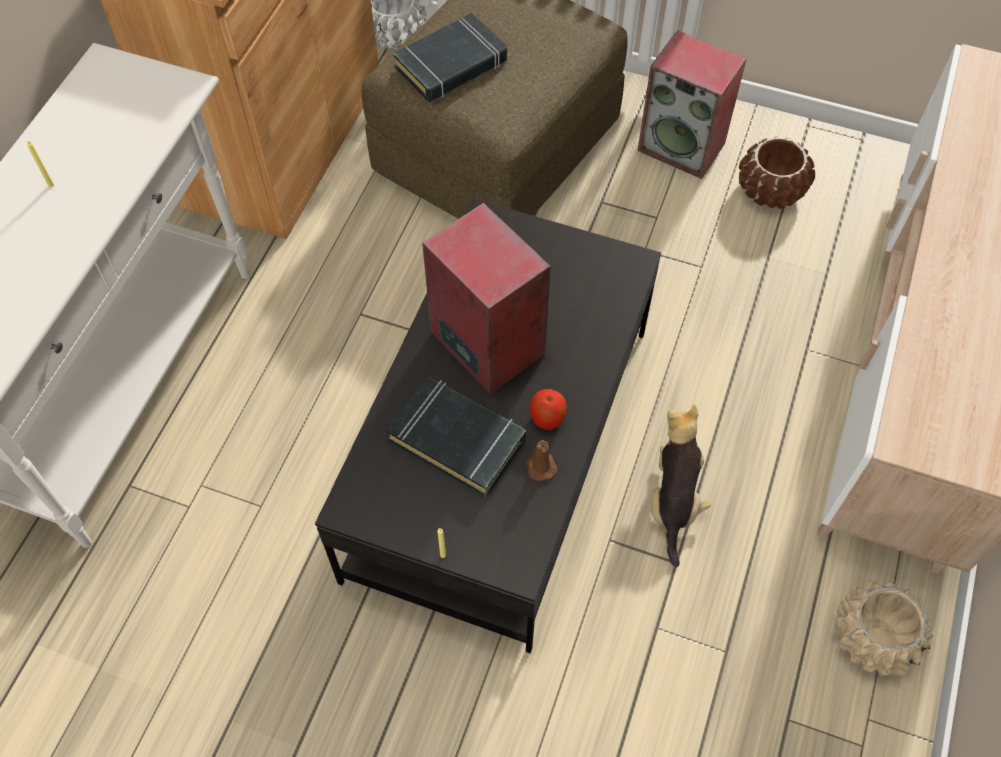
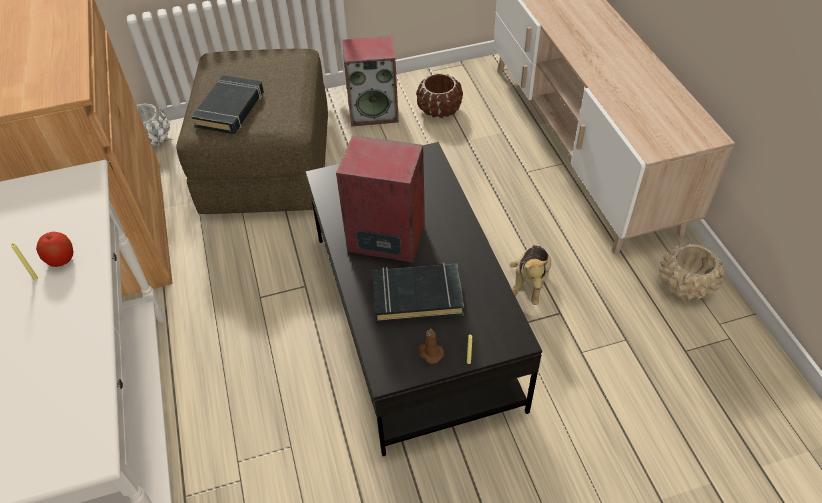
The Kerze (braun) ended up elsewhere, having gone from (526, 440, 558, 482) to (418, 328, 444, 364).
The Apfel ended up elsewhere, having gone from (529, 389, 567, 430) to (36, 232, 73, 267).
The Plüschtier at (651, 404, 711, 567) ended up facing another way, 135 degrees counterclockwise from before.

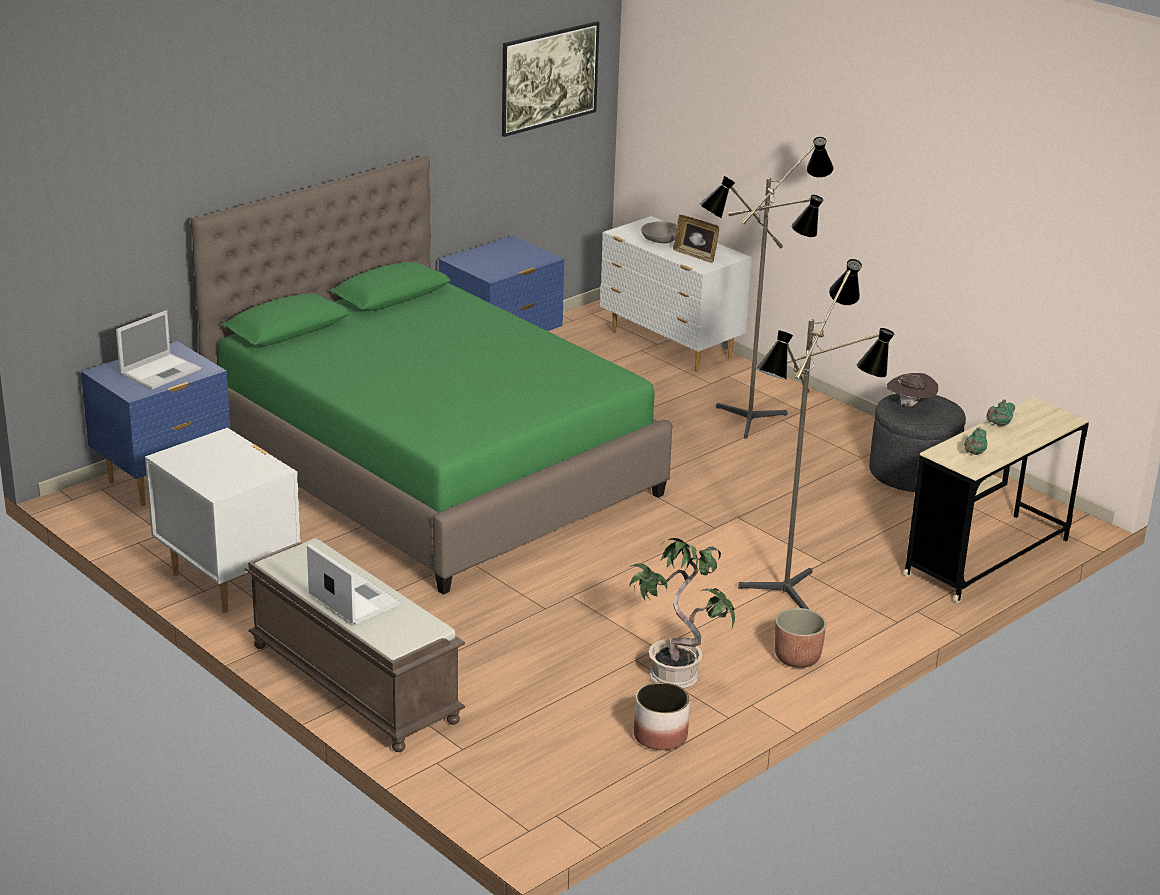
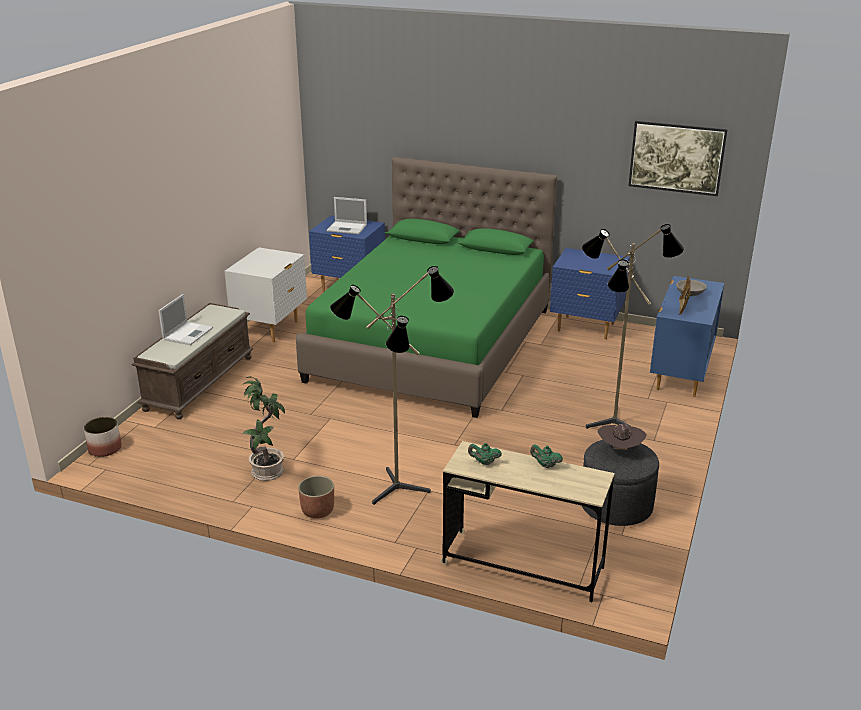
What was the Kommode (weiß) at (600, 216, 752, 372) turned into the Kommode (blau) at (650, 276, 724, 397).
The Pflanzkübel ended up elsewhere, having gone from (634, 682, 690, 750) to (84, 417, 122, 457).

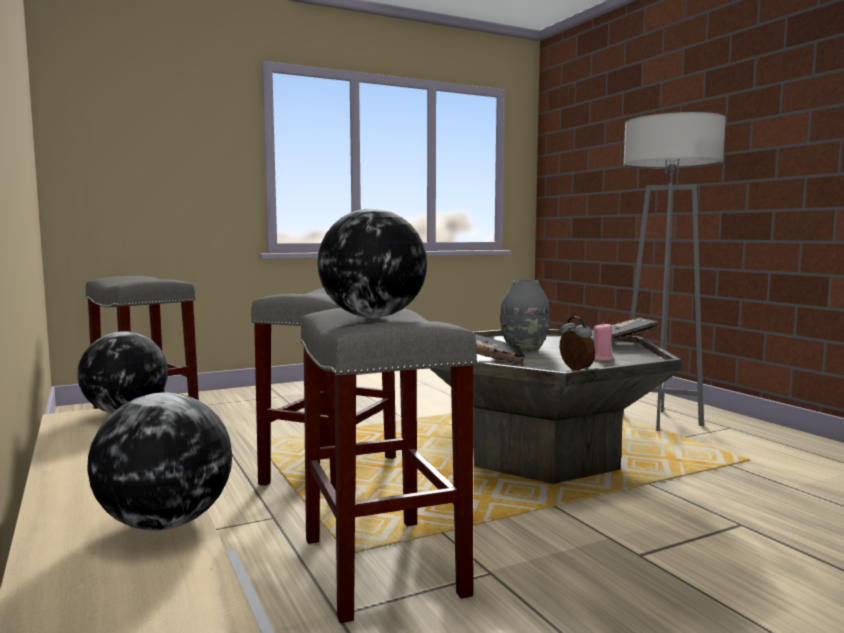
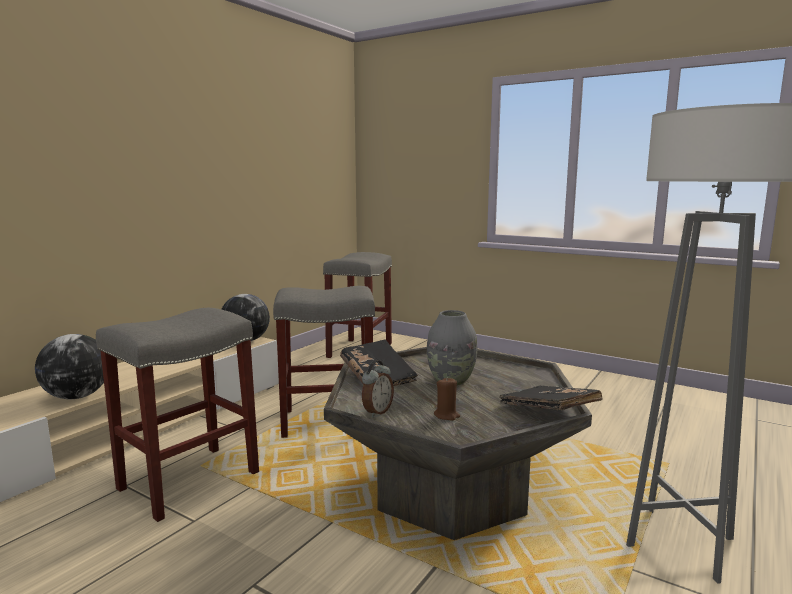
The second view lost the Globus at (318, 208, 427, 318).
What was the Kerze (rosa) at (594, 322, 614, 361) turned into the Kerze (braun) at (434, 377, 460, 420).

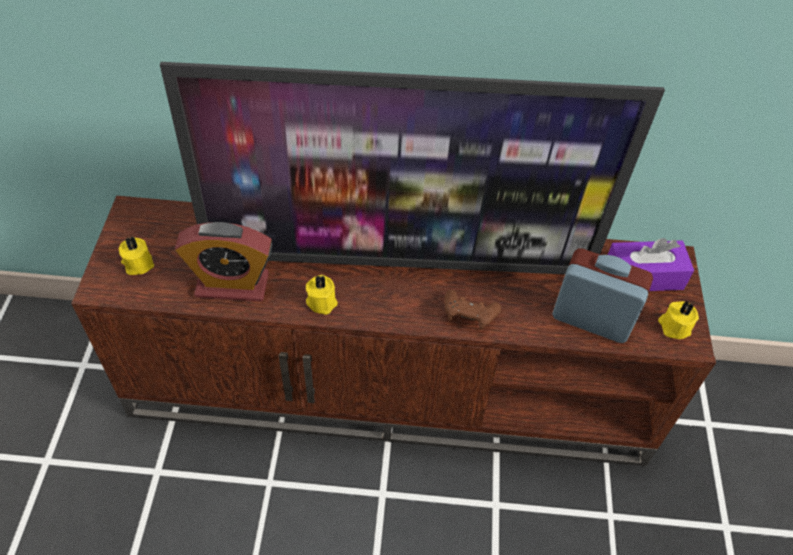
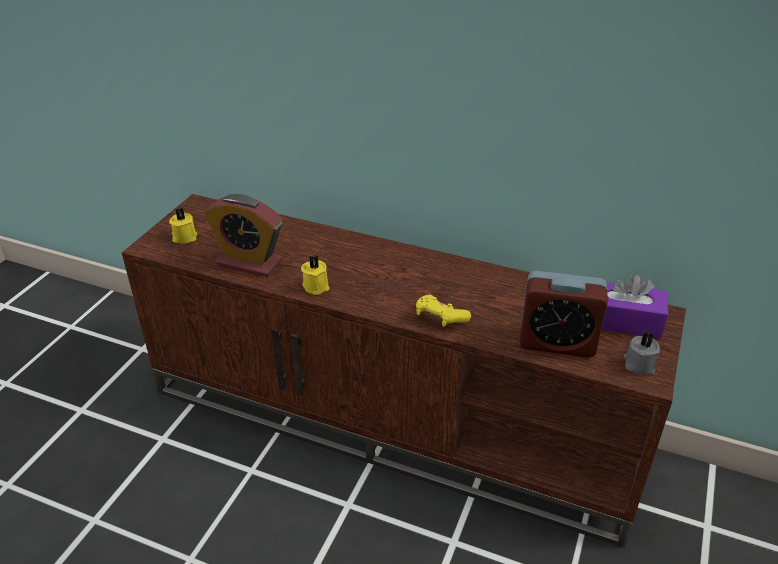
The second view lost the Fernseher at (160, 62, 665, 274).
What was the Gamepad (braun) at (445, 290, 501, 330) turned into the Gamepad (gelb) at (416, 295, 471, 327).
The Wecker at (552, 248, 653, 343) ended up facing another way, 150 degrees clockwise from before.
What was the Kerze (gelb) at (658, 301, 699, 339) turned into the Kerze (grau) at (624, 332, 660, 375).

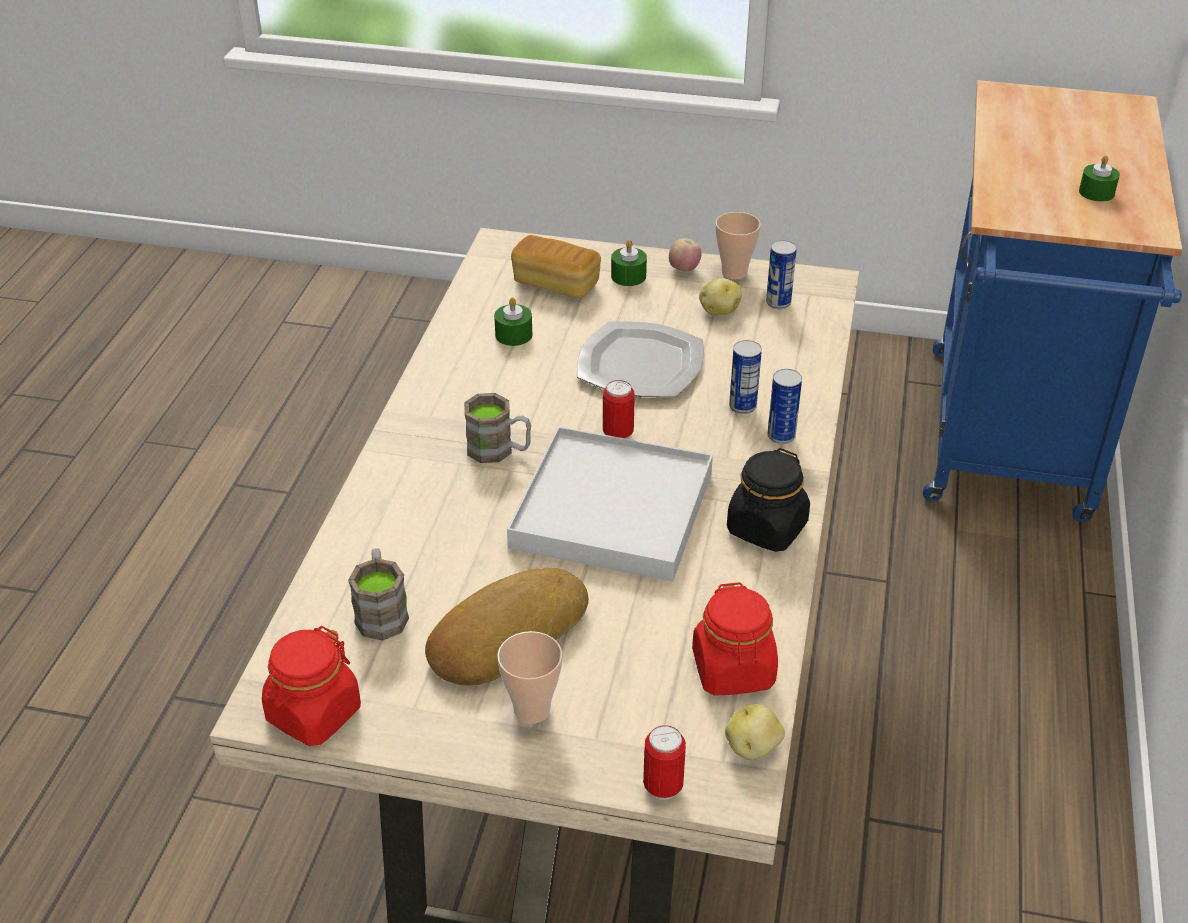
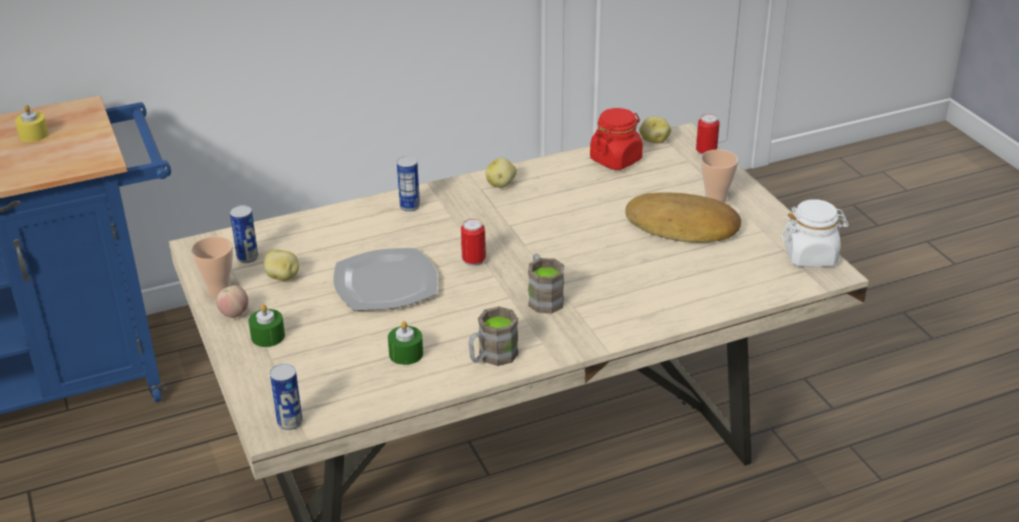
What was the Vorratsglas (rot) at (262, 626, 361, 746) turned into the Vorratsglas (weiß) at (782, 199, 849, 267).
The Henkelbecher (braun) ended up elsewhere, having gone from (348, 548, 409, 640) to (469, 306, 519, 366).
The second view lost the Tablett (weiß) at (507, 426, 713, 582).
The second view lost the Brot at (511, 235, 601, 298).
Where the Vorratsglas (schwarz) stood at (727, 448, 810, 552), the Kartoffel came to stand at (486, 158, 517, 188).
The Dose ended up elsewhere, having gone from (729, 340, 762, 414) to (270, 364, 303, 430).
What was the Kerze (grün) at (1079, 155, 1120, 202) turned into the Kerze (gelb) at (15, 105, 48, 142).

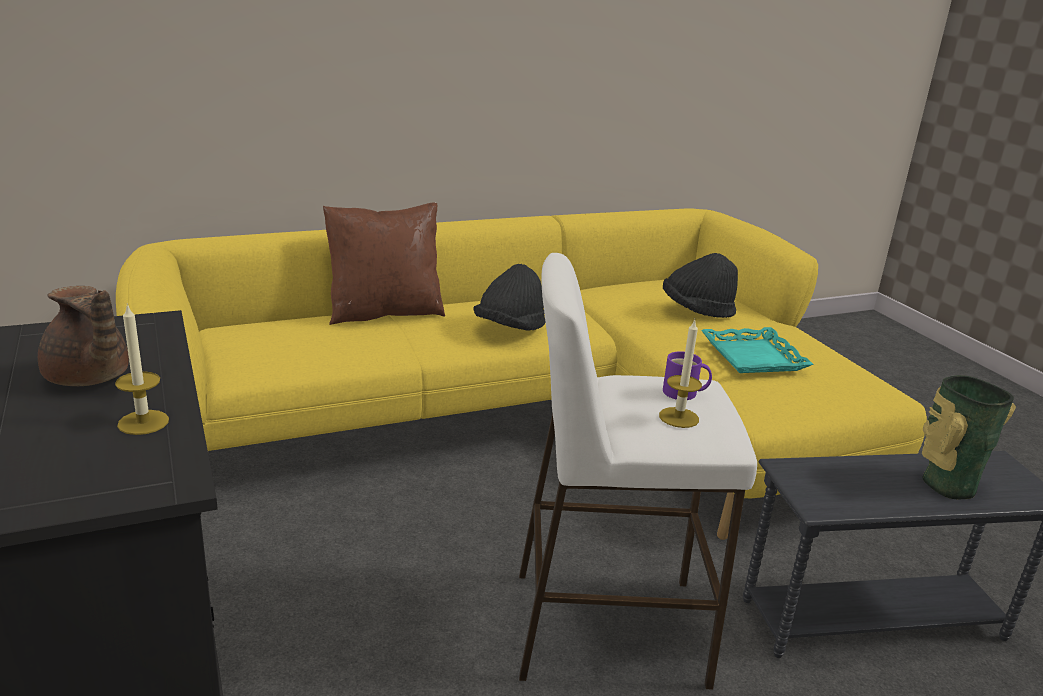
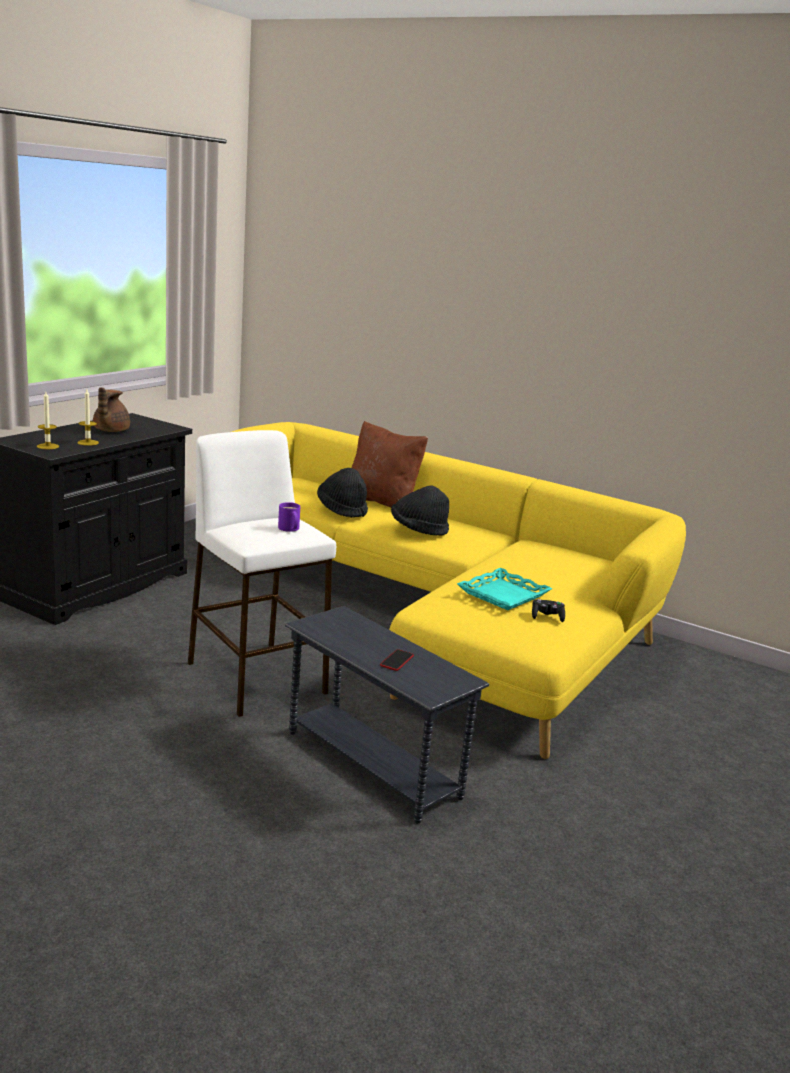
The Kerze ended up elsewhere, having gone from (659, 319, 702, 428) to (37, 392, 59, 449).
The Hut (schwarz) ended up elsewhere, having gone from (663, 253, 738, 318) to (317, 468, 368, 518).
Where the Vase stood at (922, 375, 1016, 500), the Handy came to stand at (380, 649, 414, 671).
The second view gained the Gamepad (schwarz) at (532, 599, 565, 622).

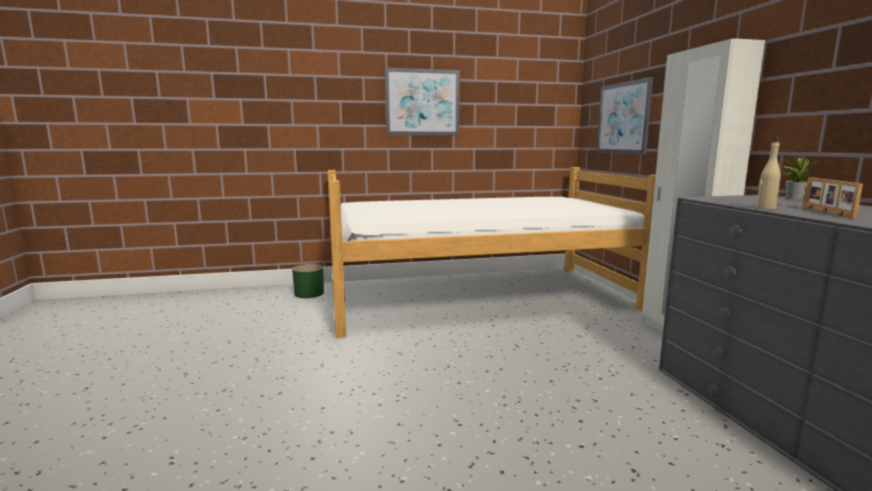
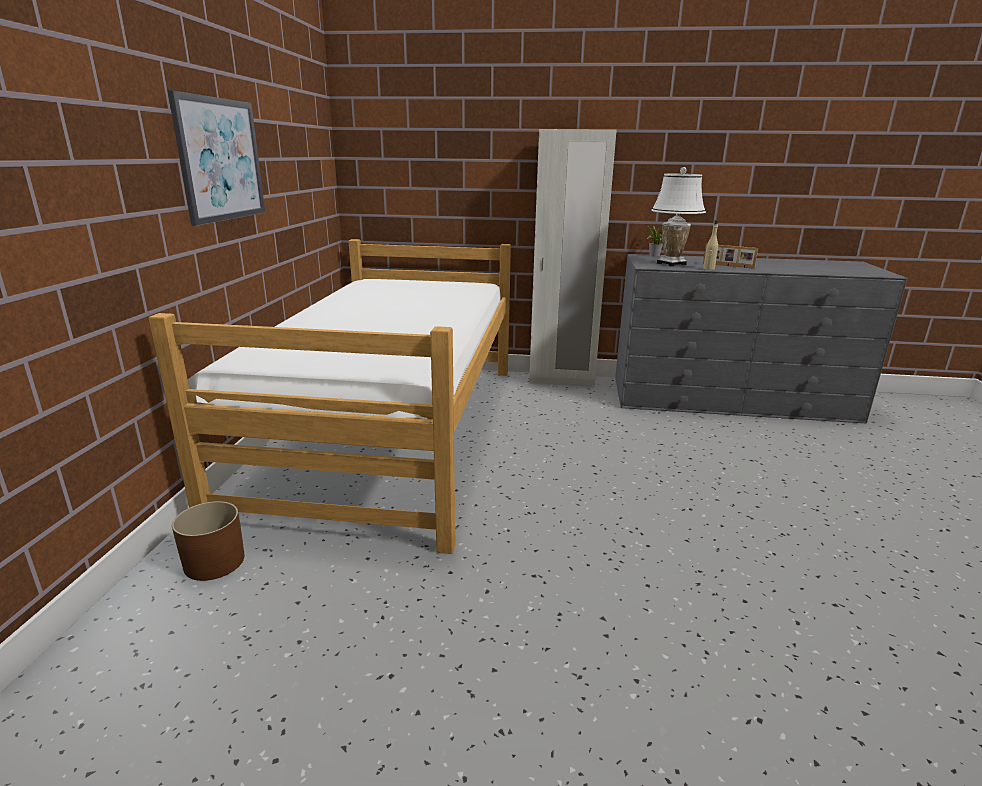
What was the Pflanzkübel (grün) at (292, 264, 324, 298) turned into the Pflanzkübel (braun) at (172, 501, 245, 581).
The second view lost the Bild at (597, 77, 653, 154).
The second view gained the Tischlampe (weiß) at (651, 167, 706, 267).

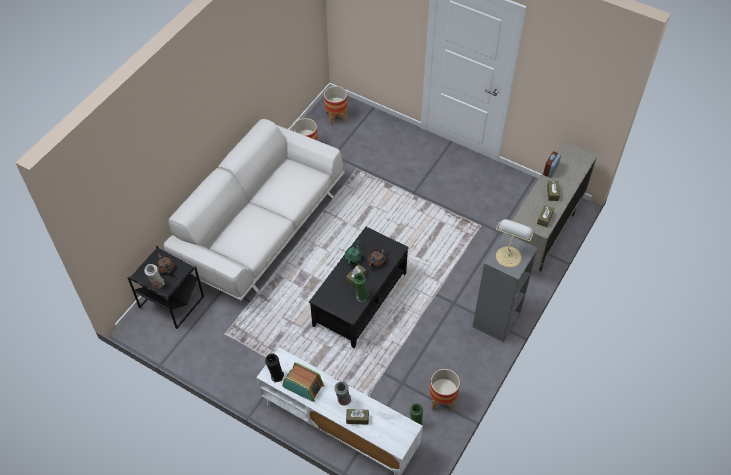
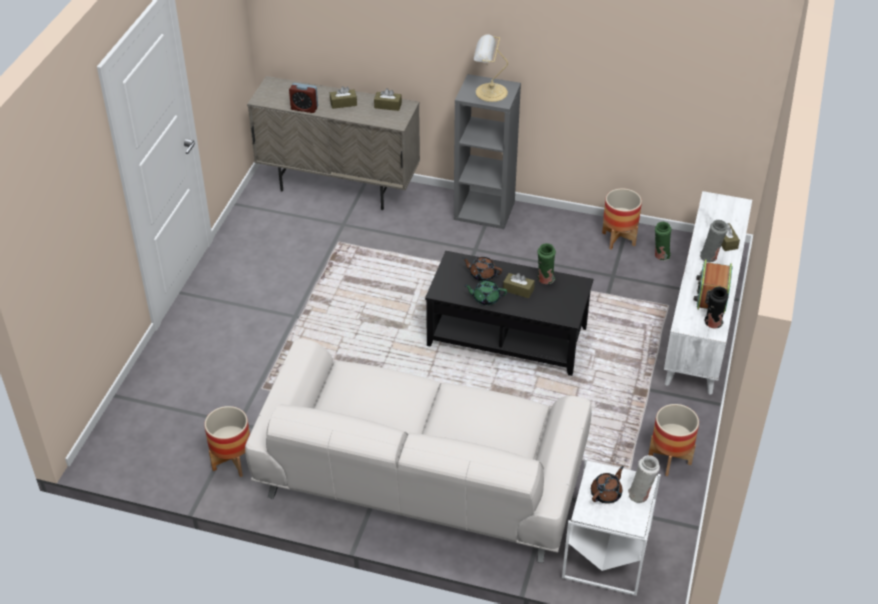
What was the Beistelltisch (schwarz) at (128, 246, 204, 329) turned into the Beistelltisch (weiß) at (562, 458, 661, 596).
The Pflanzkübel ended up elsewhere, having gone from (324, 86, 347, 125) to (649, 404, 699, 476).

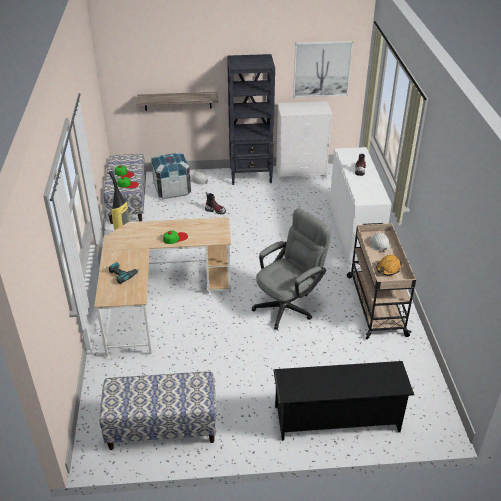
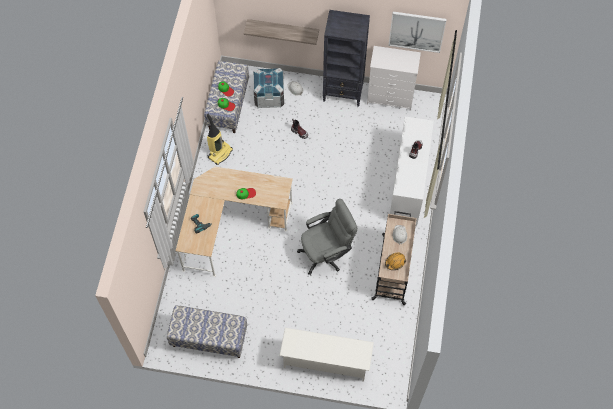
What was the Schuhregal (schwarz) at (273, 361, 414, 441) turned into the Schuhregal (weiß) at (279, 328, 374, 381).

